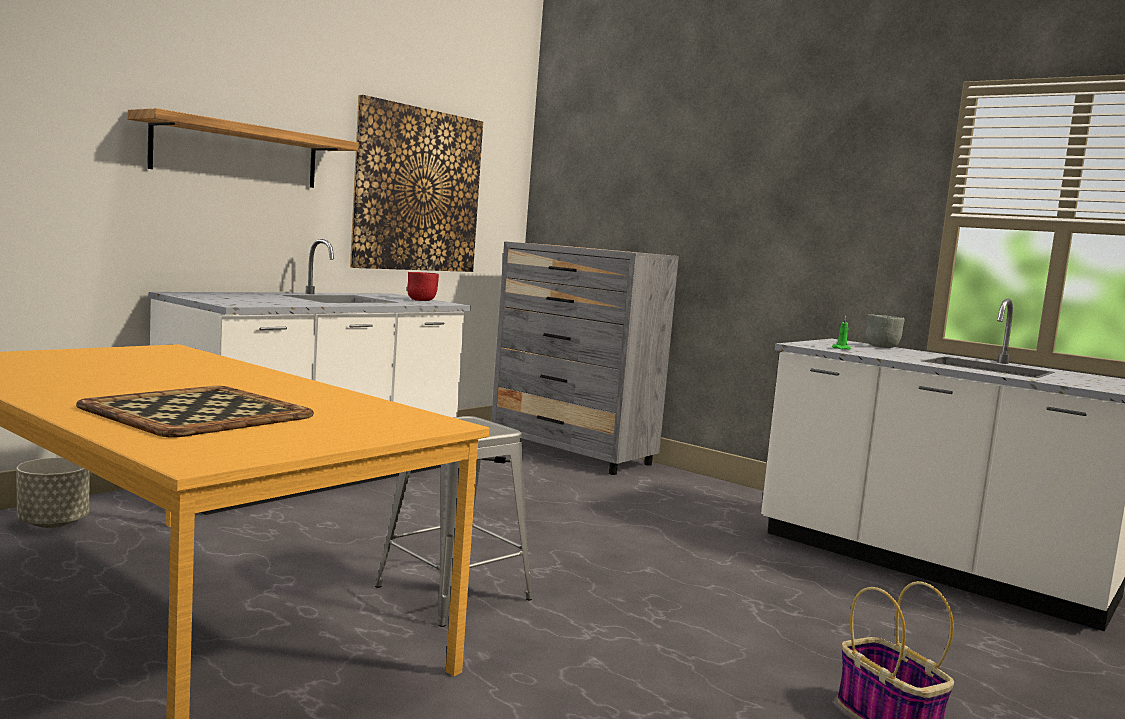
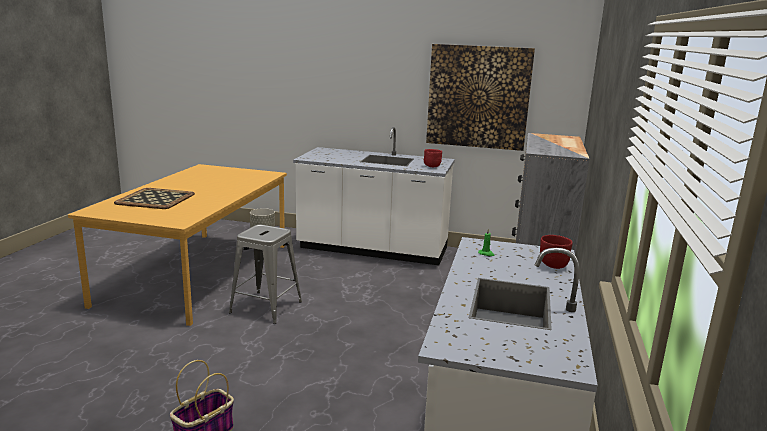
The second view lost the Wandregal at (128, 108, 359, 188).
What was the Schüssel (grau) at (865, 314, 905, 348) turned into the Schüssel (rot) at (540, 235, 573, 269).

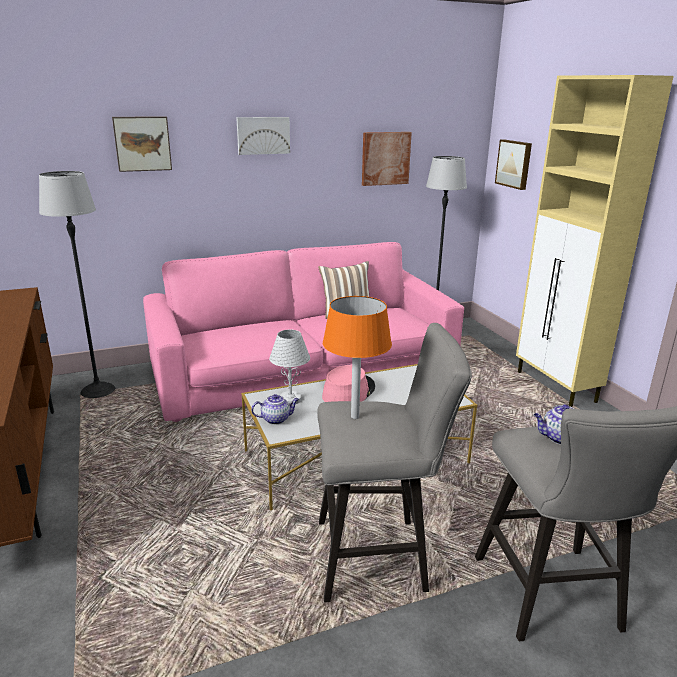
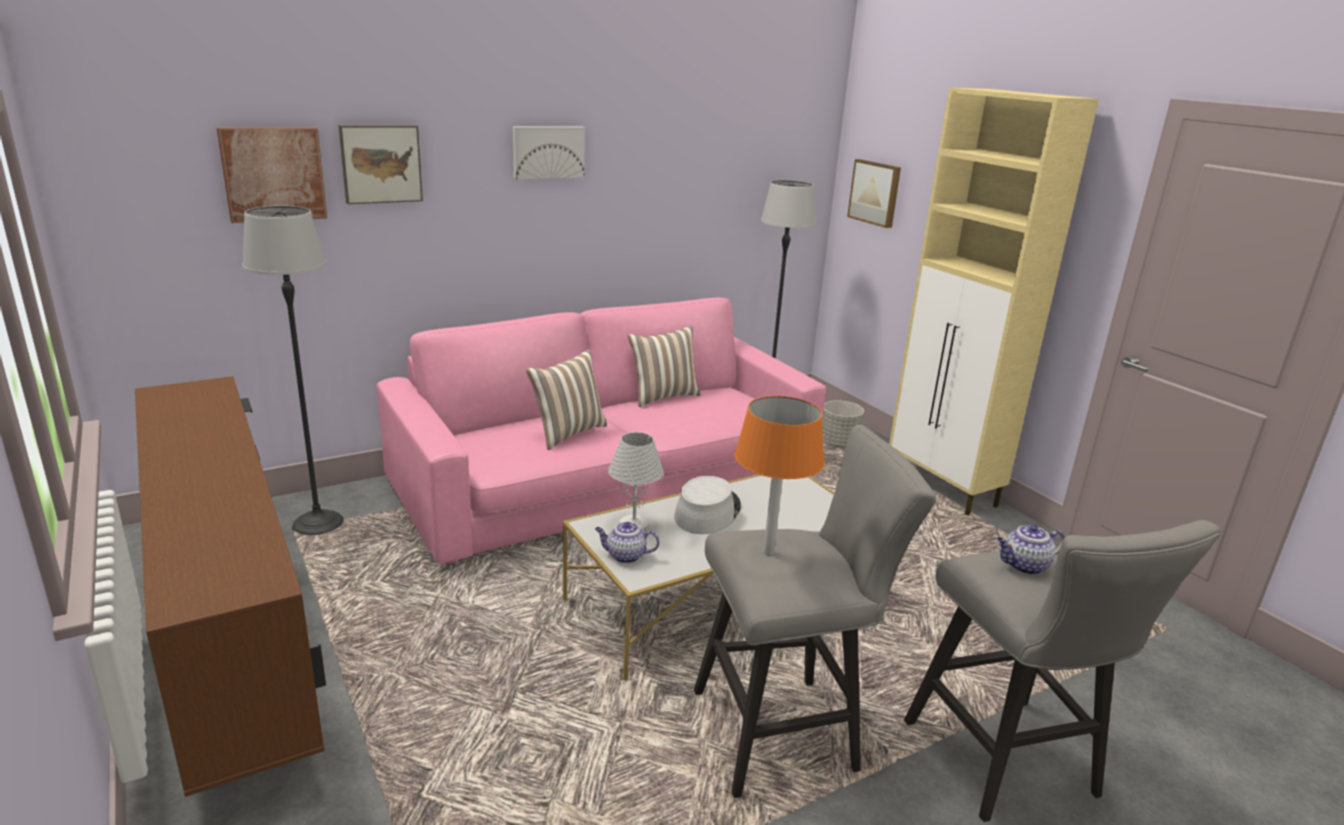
The Teekanne at (251, 394, 299, 425) ended up facing another way, 150 degrees counterclockwise from before.
What was the Hut (rosa) at (322, 365, 375, 402) turned into the Hut (grau) at (674, 476, 741, 534).
The Bild ended up elsewhere, having gone from (362, 132, 412, 186) to (216, 127, 327, 223).
The second view gained the Kissen at (526, 349, 607, 450).
The second view gained the Pflanzkübel (grau) at (822, 401, 864, 447).

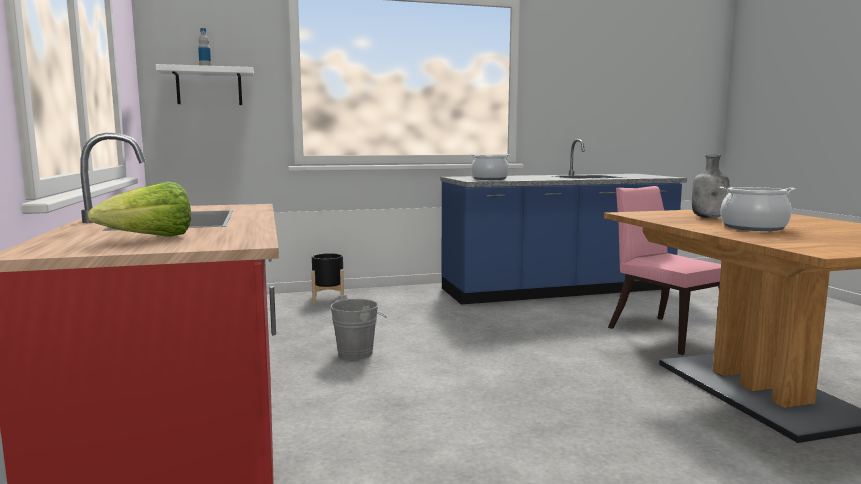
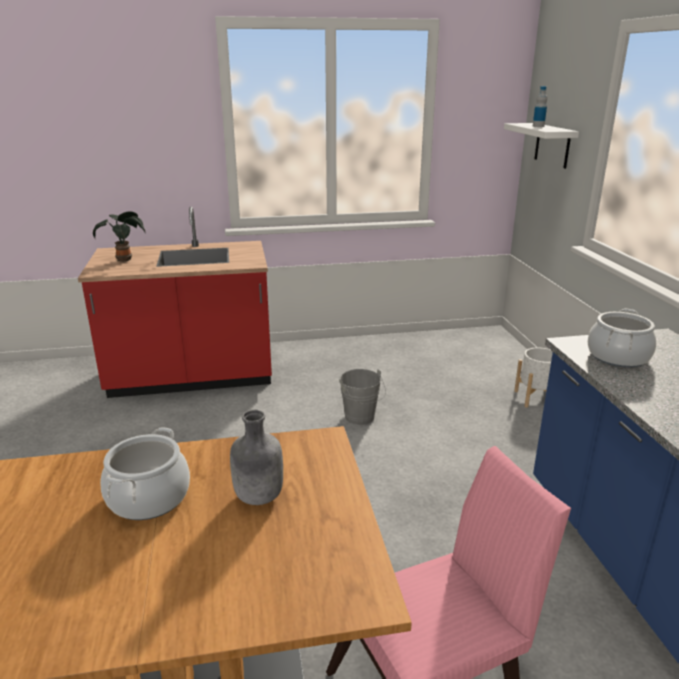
Where the Salatkopf stood at (88, 181, 191, 237), the Topfpflanze came to stand at (93, 211, 146, 262).
What was the Pflanzkübel (schwarz) at (311, 253, 344, 304) turned into the Pflanzkübel (weiß) at (514, 348, 553, 408).

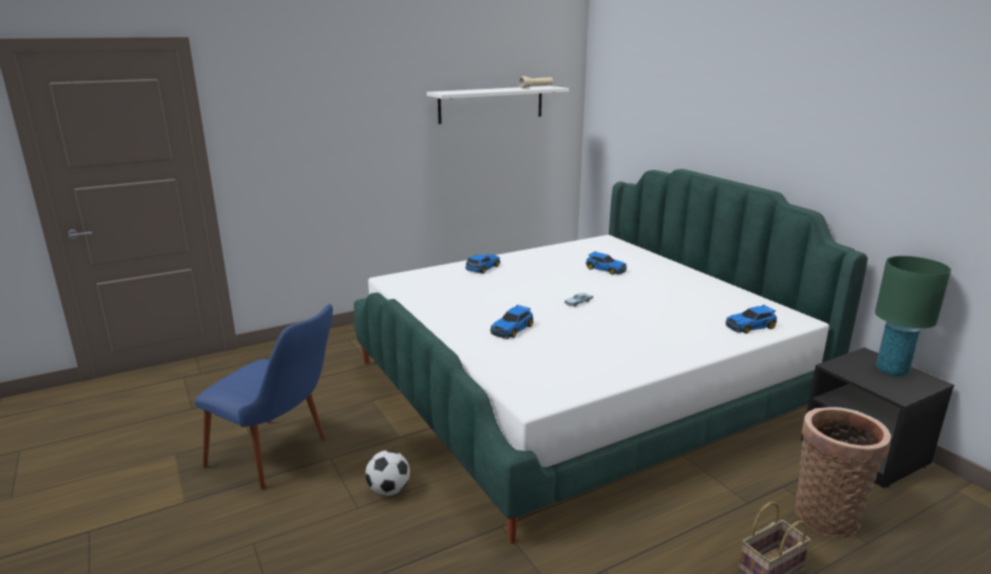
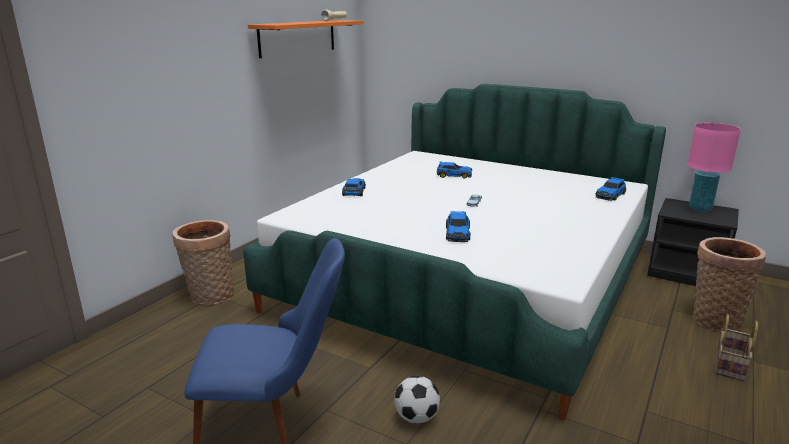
What was the Wandregal (weiß) at (427, 86, 569, 124) turned into the Wandregal (orange) at (248, 20, 363, 58).
What was the Tischlampe (grün) at (875, 256, 951, 377) turned into the Tischlampe (rosa) at (687, 123, 741, 211).
The second view gained the Korb at (172, 220, 234, 305).

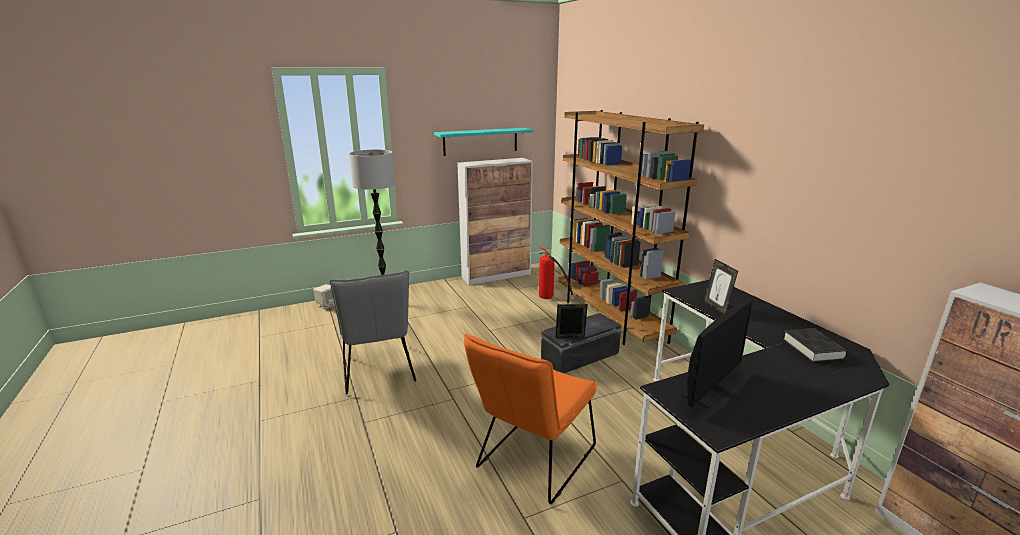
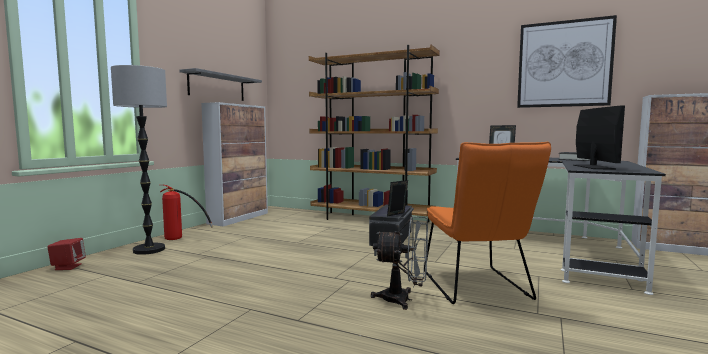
What was the Lautsprecher (beige) at (313, 284, 334, 309) turned into the Lautsprecher (rot) at (47, 238, 86, 270).
The second view lost the Stuhl (grau) at (329, 270, 416, 394).
What was the Wandregal (türkis) at (434, 128, 533, 156) turned into the Wandregal (grau) at (180, 68, 262, 101).
The Feuerlöscher ended up elsewhere, having gone from (539, 247, 574, 300) to (160, 185, 213, 240).
The second view gained the Ventilator (grau) at (371, 216, 428, 310).
The second view gained the Bild at (517, 15, 617, 108).

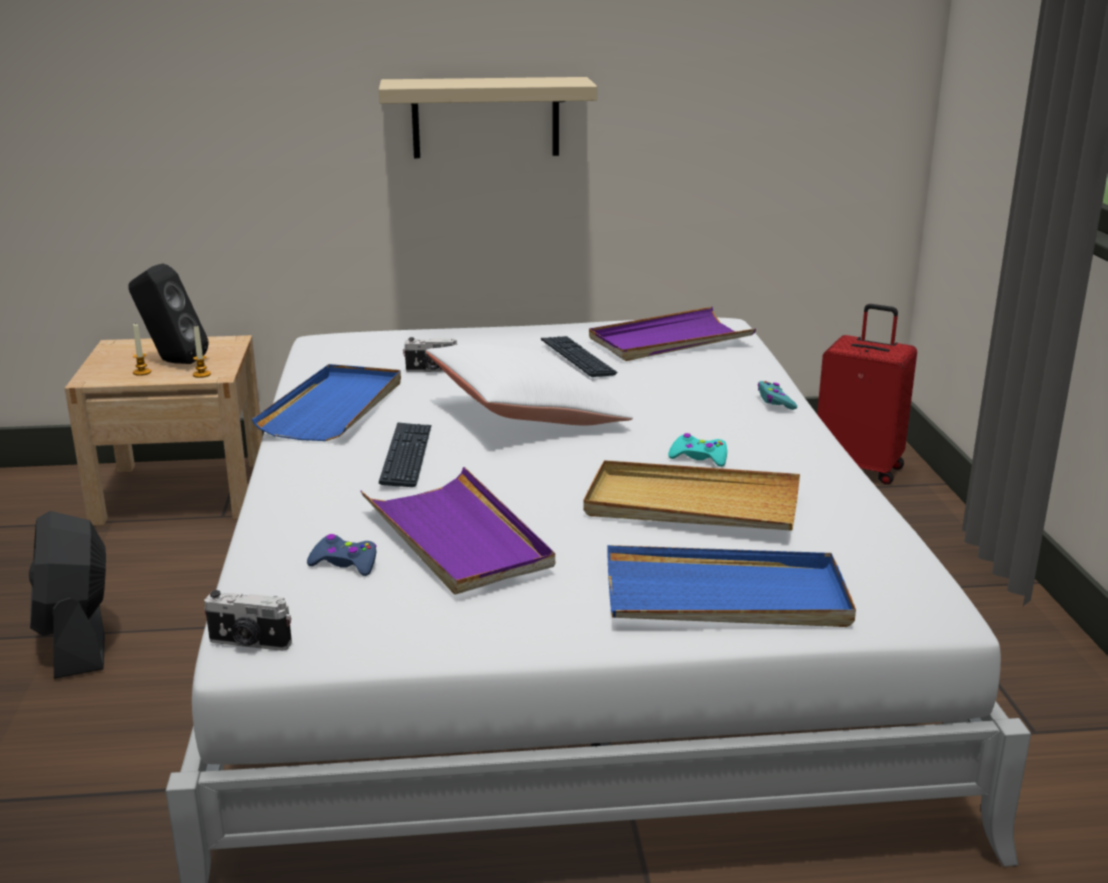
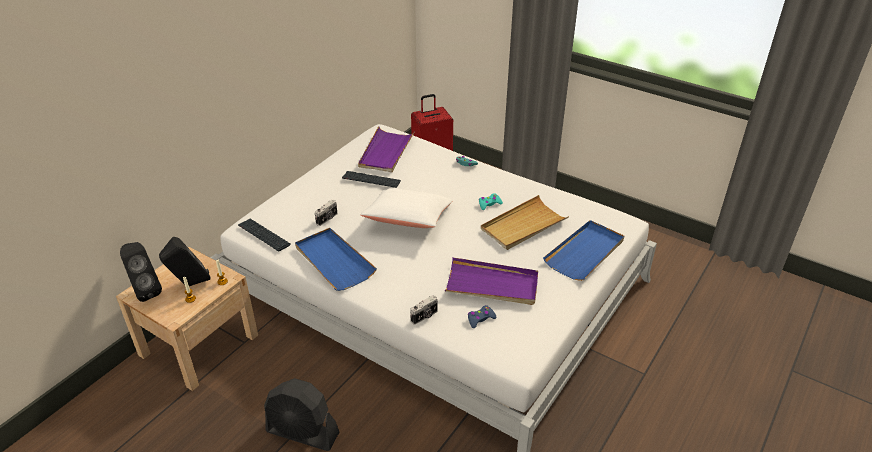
The Kamera ended up elsewhere, having gone from (204, 590, 292, 651) to (410, 295, 438, 325).
The second view lost the Wandregal (beige) at (379, 77, 597, 158).
The Tastatur ended up elsewhere, having gone from (379, 422, 432, 487) to (238, 219, 291, 252).
The second view gained the Lautsprecher (schwarz) at (120, 242, 162, 302).

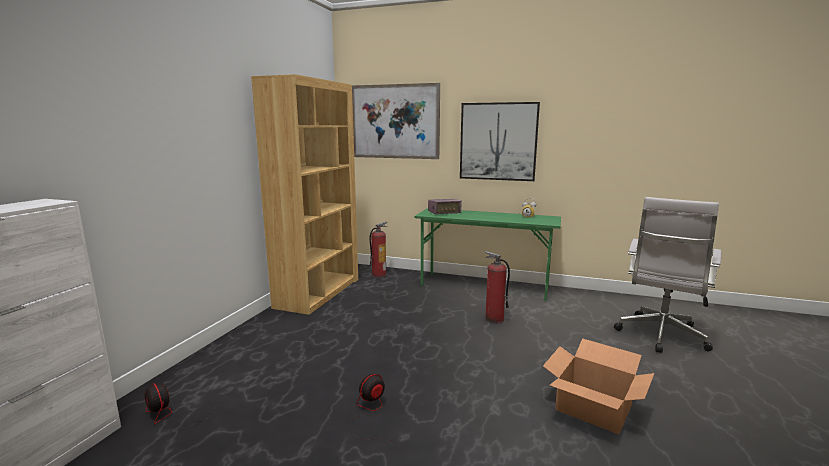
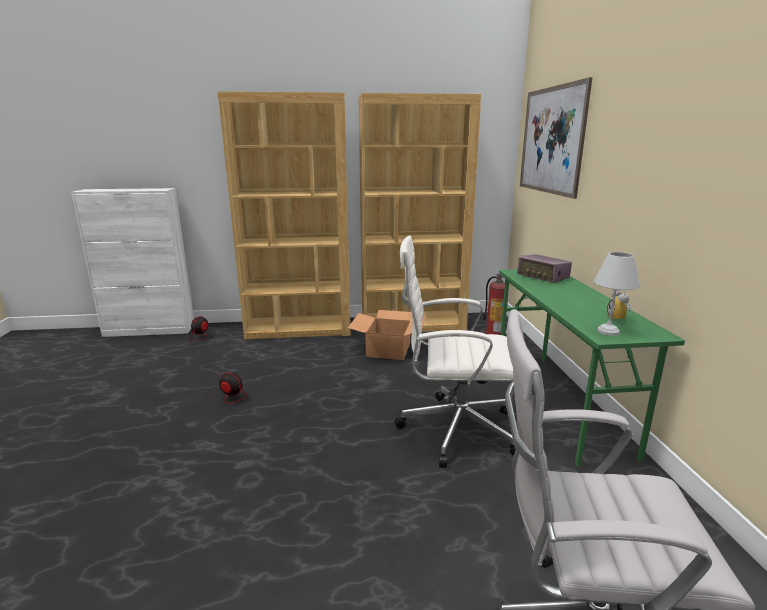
The second view lost the Bild at (460, 102, 540, 181).
Where the Feuerlöscher stood at (485, 251, 510, 324), the Bürostuhl (weiß) came to stand at (394, 235, 516, 468).
The Karton ended up elsewhere, having gone from (543, 338, 655, 434) to (348, 310, 427, 360).
The second view gained the Bücherregal (braun) at (217, 91, 351, 339).
The second view gained the Tischlampe (weiß) at (594, 252, 640, 336).

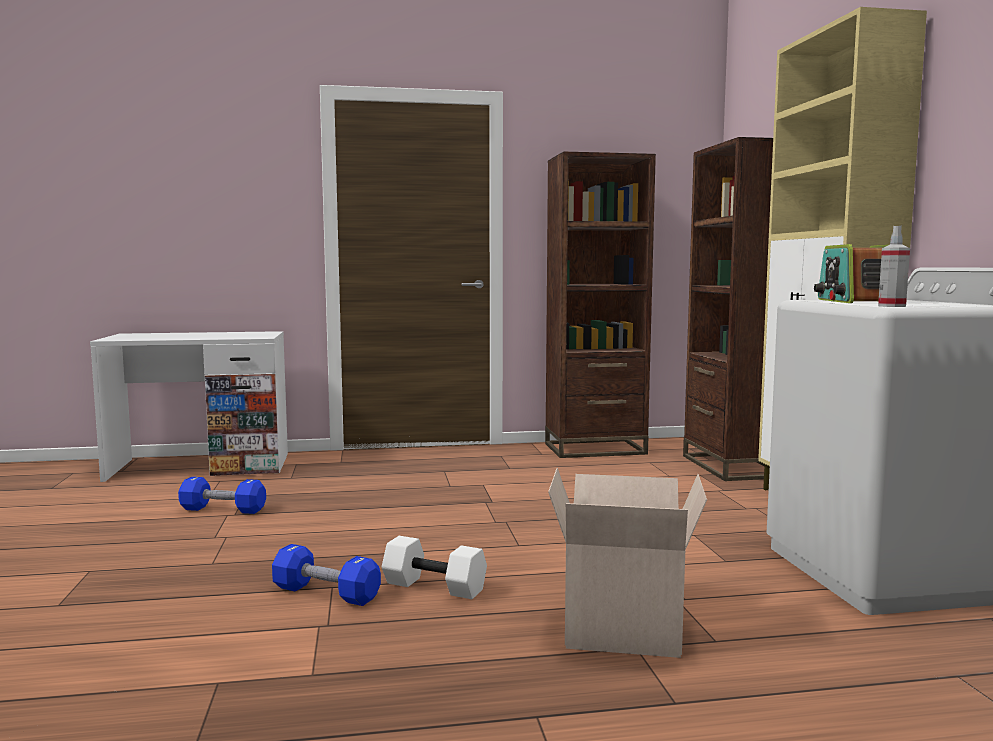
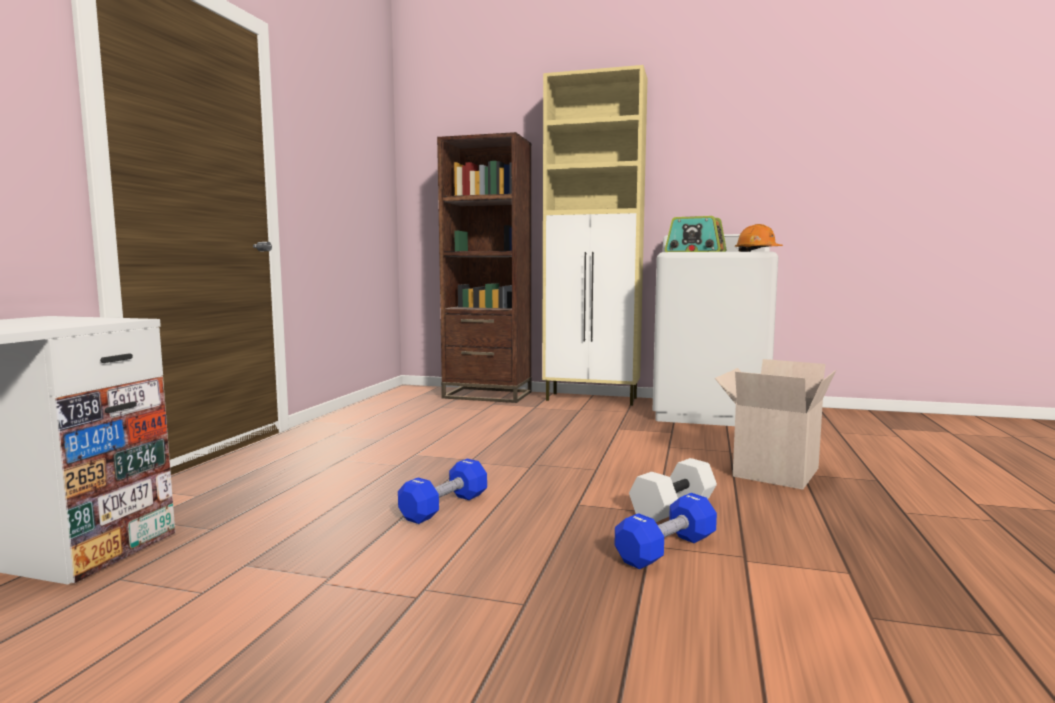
The Hantel (blau) ended up elsewhere, having gone from (178, 477, 266, 514) to (398, 459, 487, 524).
The second view lost the Bücherregal (braun) at (545, 152, 656, 458).
Where the Sprühflasche stood at (878, 226, 910, 307), the Schutzhelm (orange) came to stand at (735, 224, 783, 252).

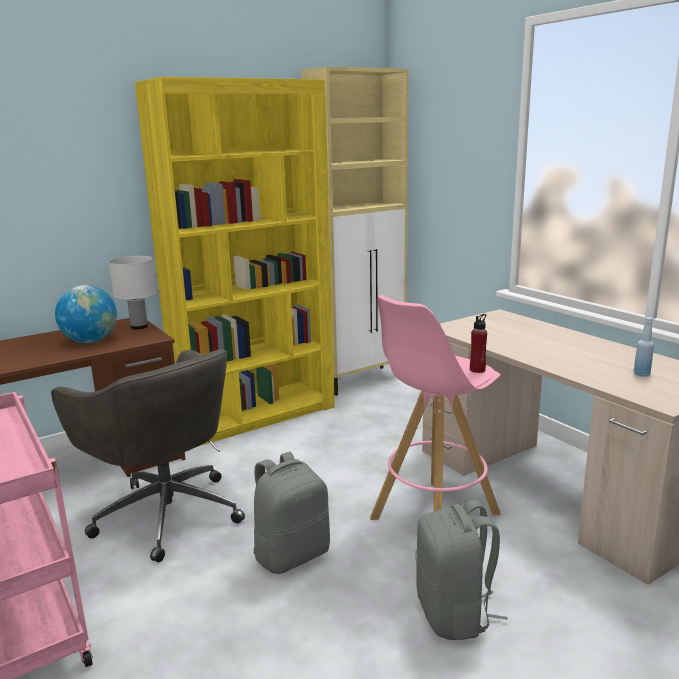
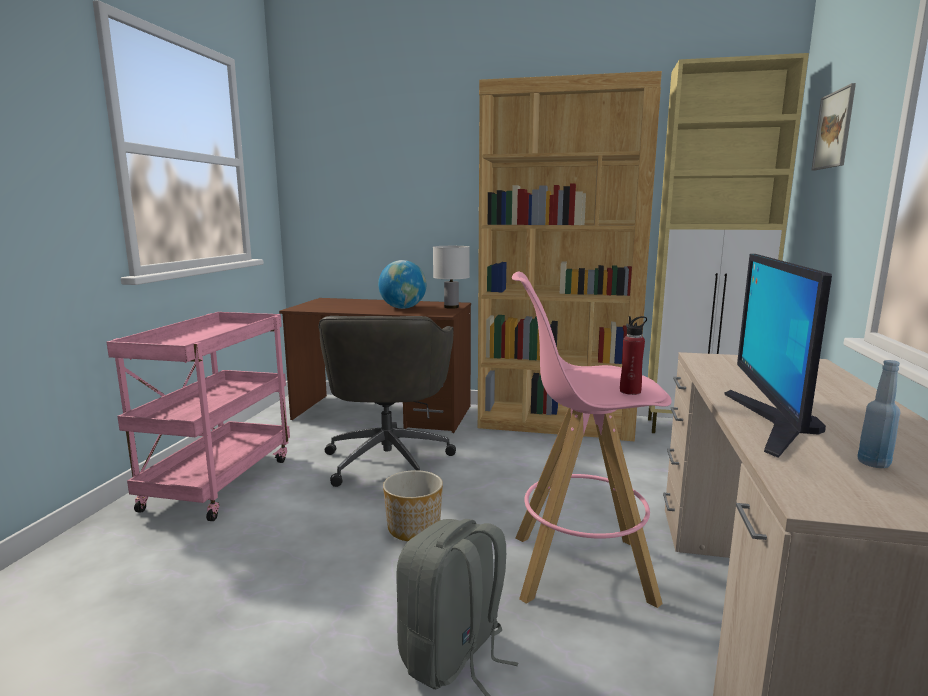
What was the Bücherregal (gelb) at (135, 77, 335, 446) turned into the Bücherregal (braun) at (478, 71, 662, 441).
Where the Rucksack (grau) stood at (254, 452, 330, 574), the Pflanzkübel came to stand at (383, 470, 443, 541).
The second view gained the Monitor at (724, 254, 832, 458).
The second view gained the Bild at (811, 83, 856, 171).

